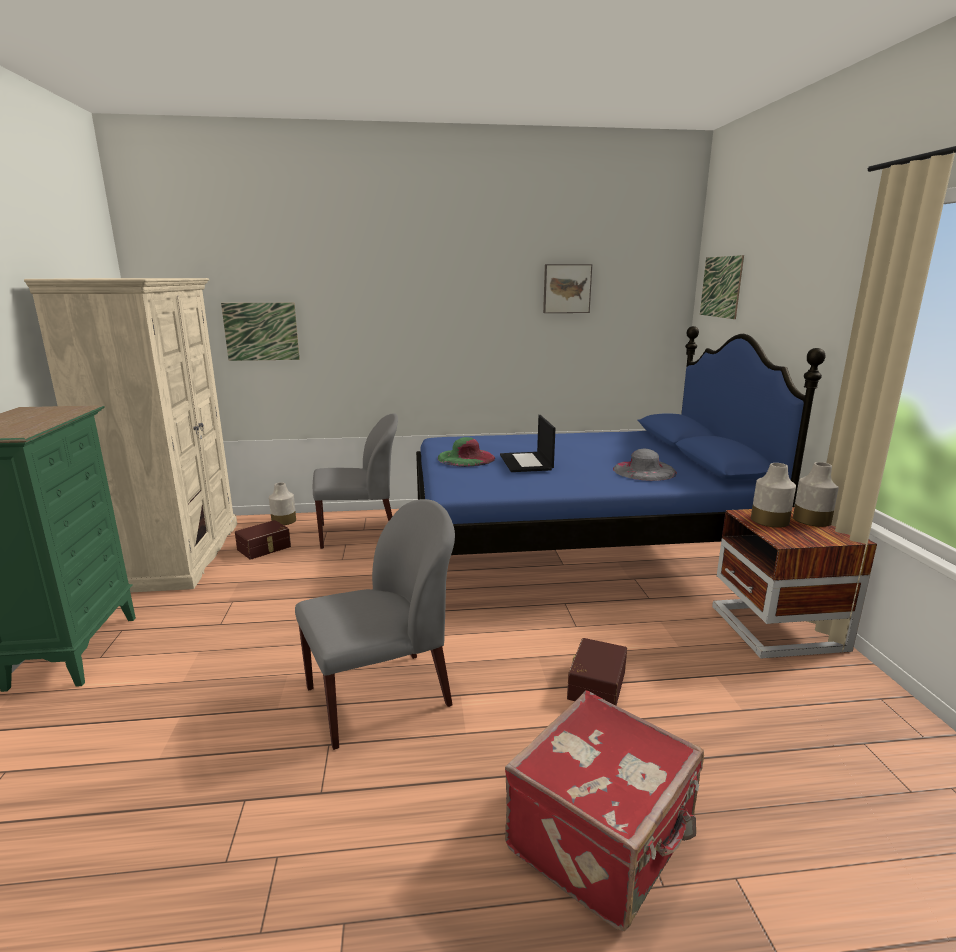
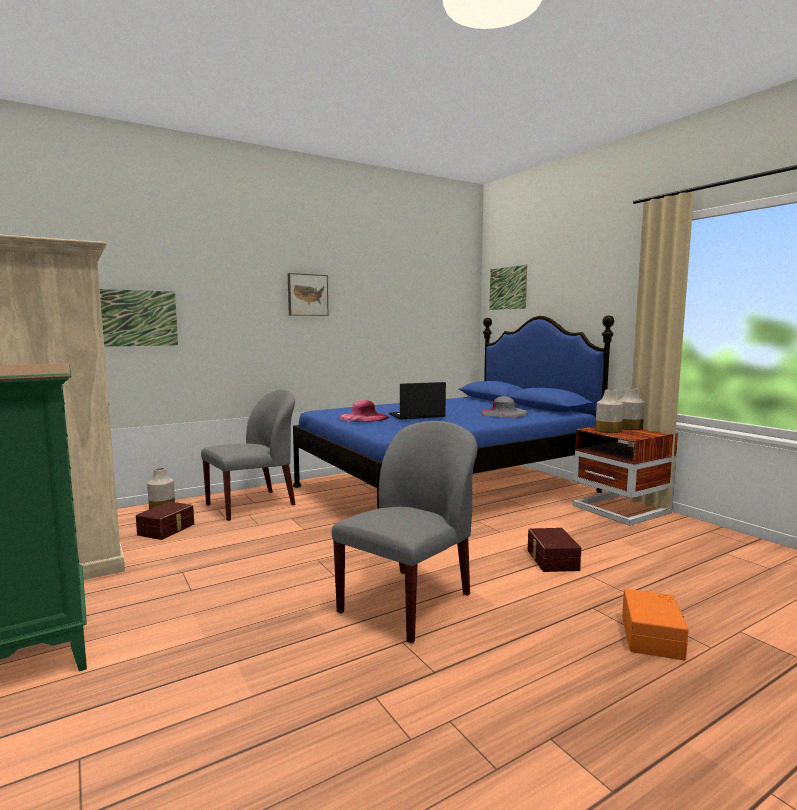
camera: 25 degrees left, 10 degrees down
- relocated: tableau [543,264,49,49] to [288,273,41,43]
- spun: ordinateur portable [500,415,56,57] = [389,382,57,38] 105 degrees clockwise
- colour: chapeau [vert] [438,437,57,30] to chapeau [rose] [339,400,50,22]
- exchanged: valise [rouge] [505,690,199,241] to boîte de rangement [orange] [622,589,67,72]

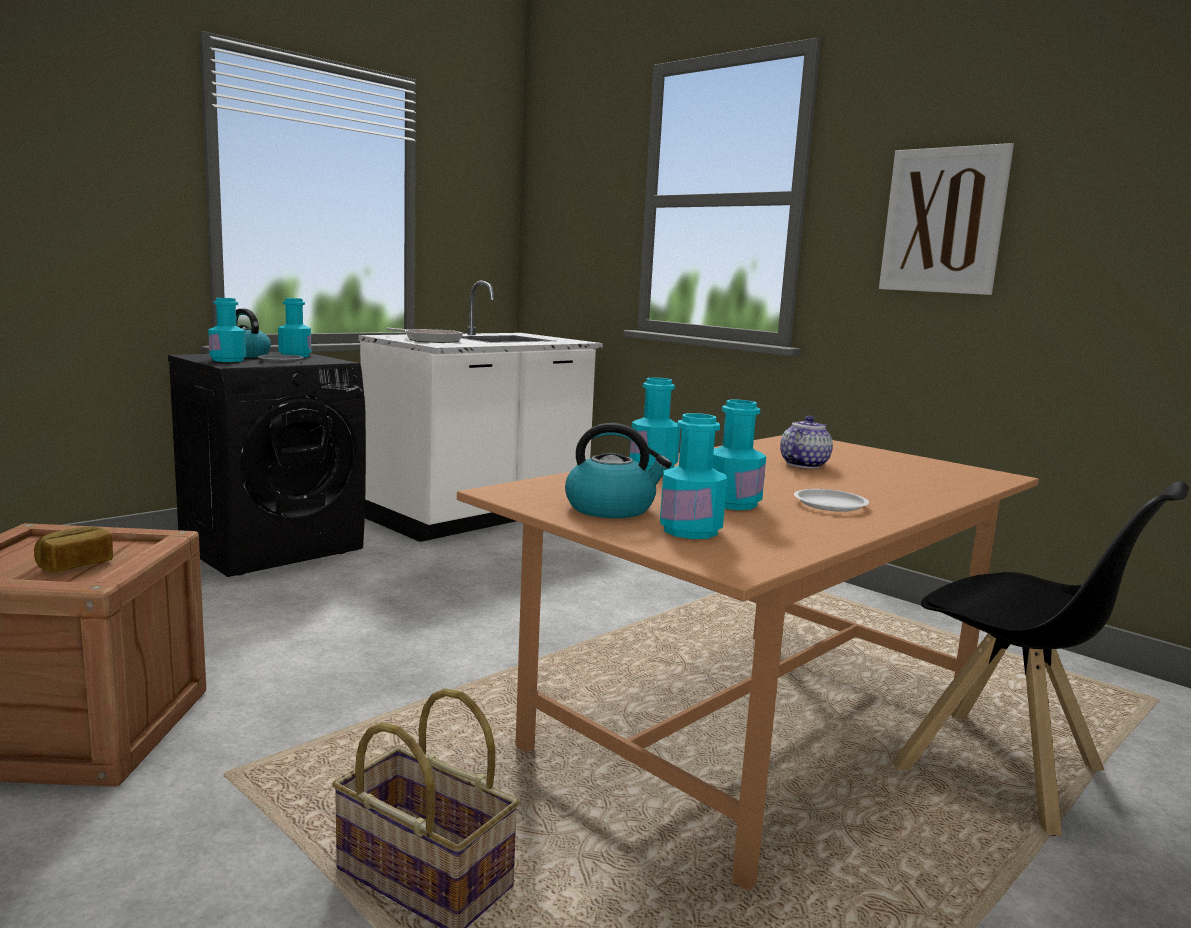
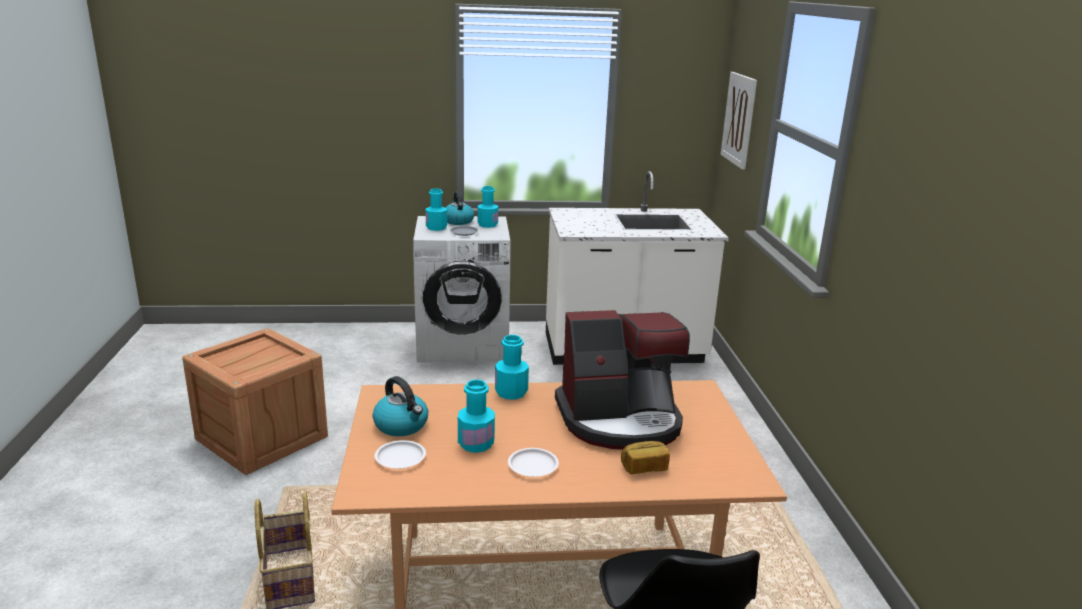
camera: 40 degrees right, 10 degrees up
- relocated: tableau [879,143,135,152] to [721,72,36,98]
- missing: poêle [386,328,77,15]
- colour: lave-linge [noir] [168,352,198,225] to lave-linge [blanc] [413,216,97,146]
- exchanged: bouteille [turquoise] [660,413,67,126] to assiette [blanc] [375,440,51,29]
- exchanged: théière [780,416,53,53] to machine à café [555,310,135,140]
- relocated: pain [34,527,79,45] to [621,441,49,34]

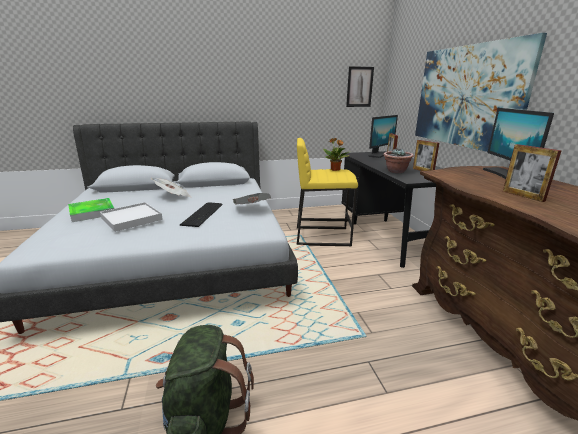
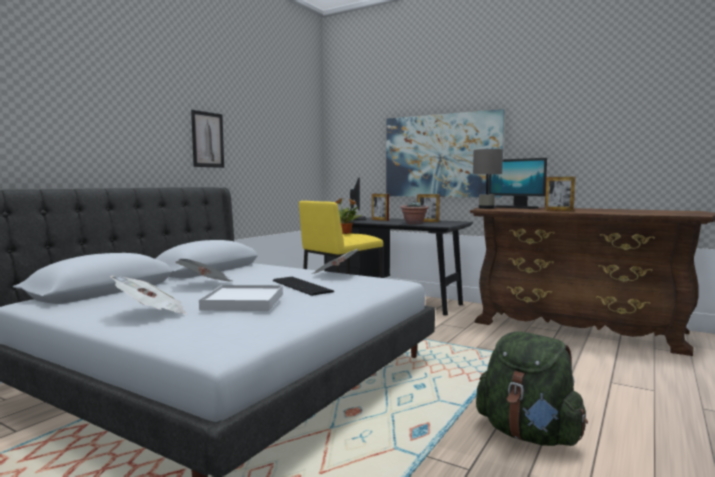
camera: 45 degrees left, 15 degrees down
- relocated: tableau [346,66,28,41] to [191,110,33,58]
- exchanged: plateau [68,198,47,24] to journal [110,276,77,38]
- appeared: lampe de table [gris] [473,149,30,60]

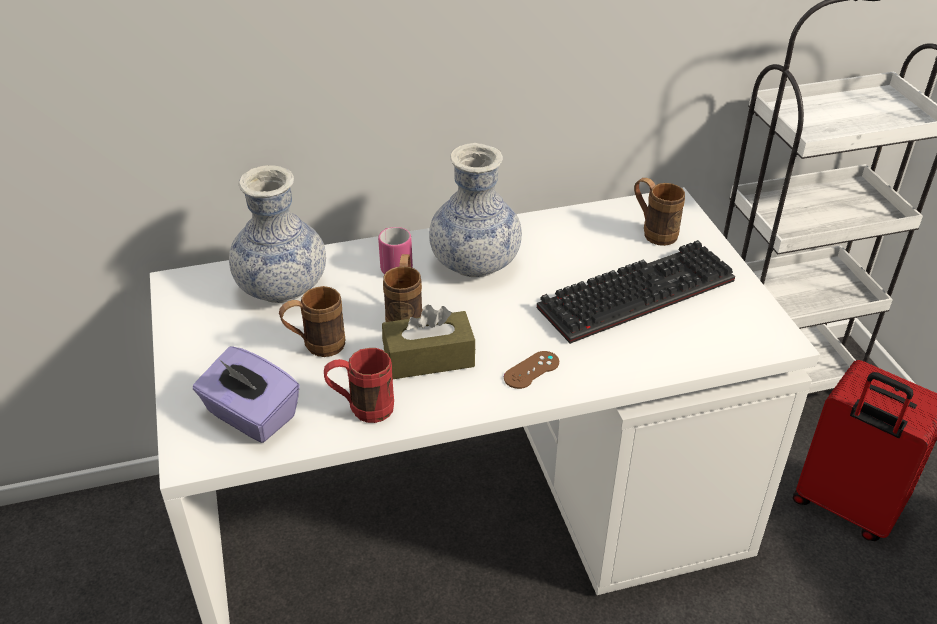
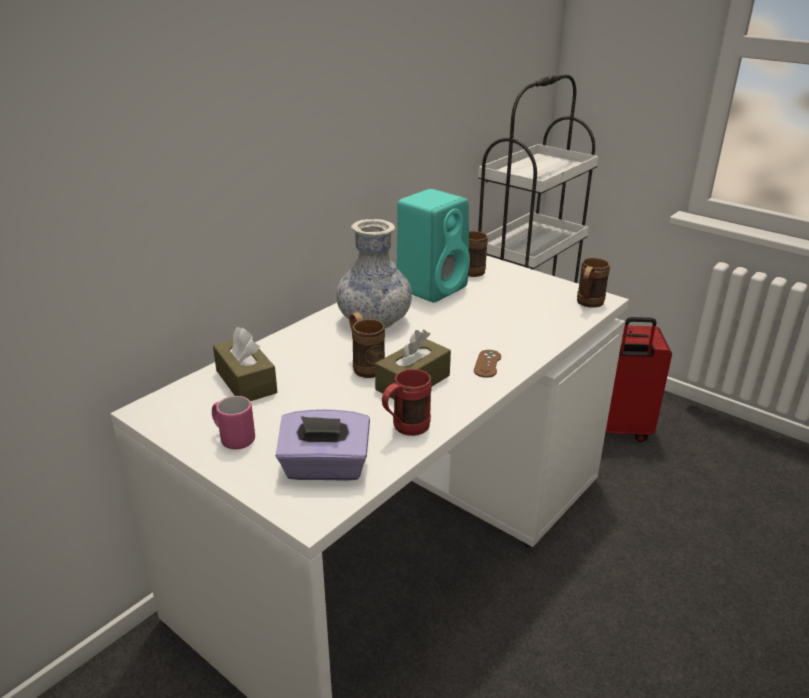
camera: 35 degrees left, 10 degrees down
- exchanged: vase [229,165,97,138] to boîte à mouchoirs [marron] [213,327,64,74]
- relocated: mug [rose] [378,227,35,47] to [212,396,43,53]
- missing: clavier [537,240,198,104]
- relocated: mug [marron] [279,286,66,71] to [577,258,33,50]
- appeared: enceinte [turquoise] [397,189,73,114]

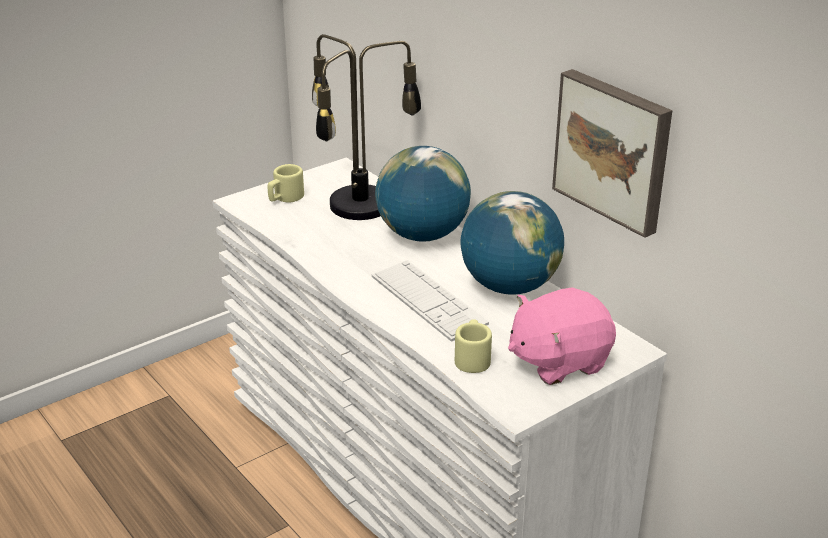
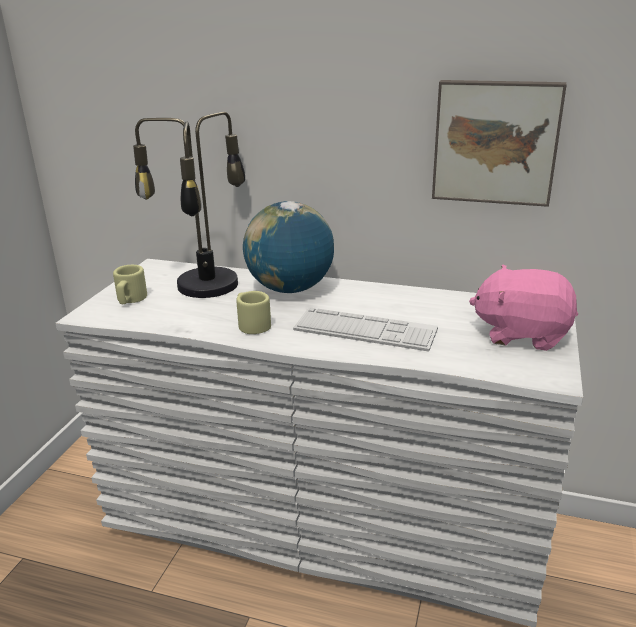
camera: 35 degrees left, 5 degrees down
- missing: globe [460,191,104,104]
- spun: peluche [rose] [508,287,108,98] = [469,265,109,86] 75 degrees clockwise
- relocated: mug [beige] [455,319,37,54] to [236,291,35,43]

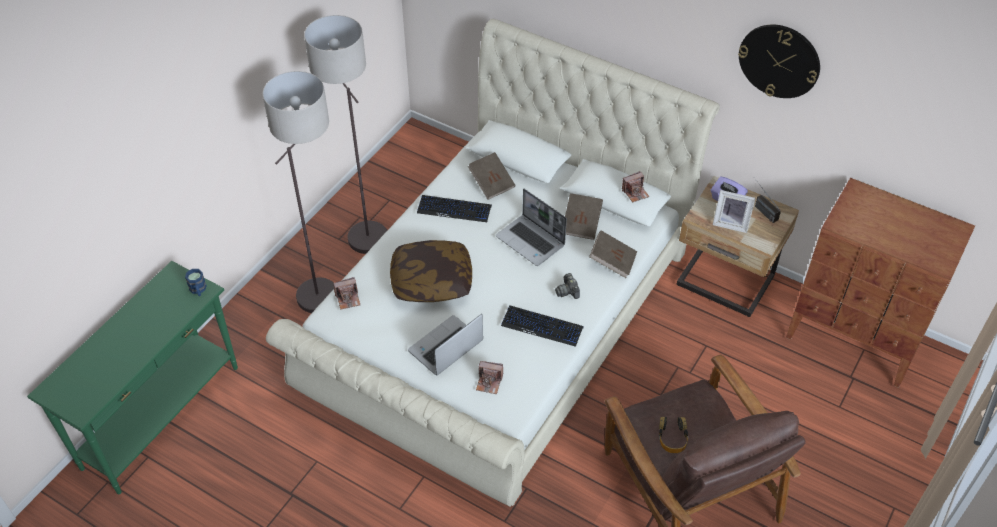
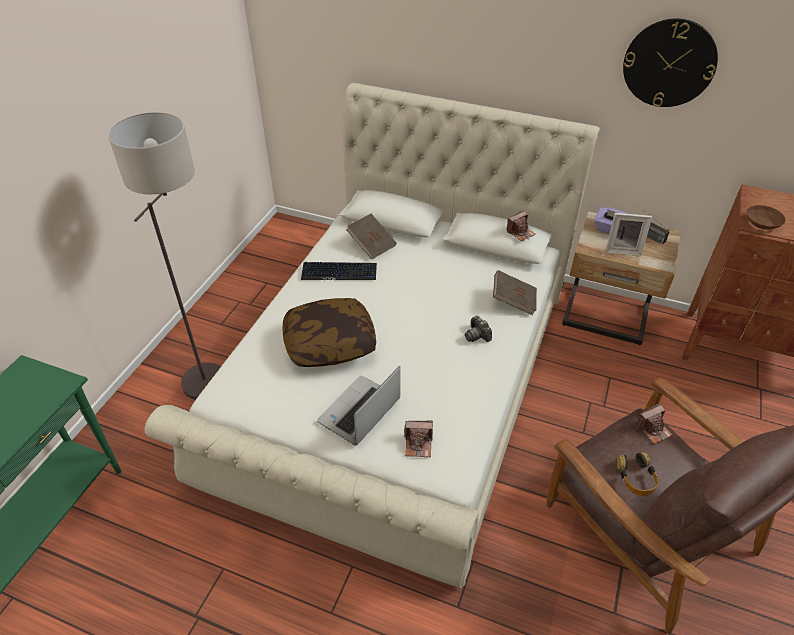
camera: 10 degrees left, 5 degrees down
- missing: lampadaire [gris] [304,15,83,239]
- missing: ordinateur portable [496,189,71,77]
- missing: livre [marron] [565,193,38,47]
- missing: mug [bleu] [185,269,22,27]
- relocated: appareil photo [333,277,27,33] to [636,403,36,41]
- missing: clavier [501,305,82,42]
- appeared: bol [marron] [746,205,40,24]

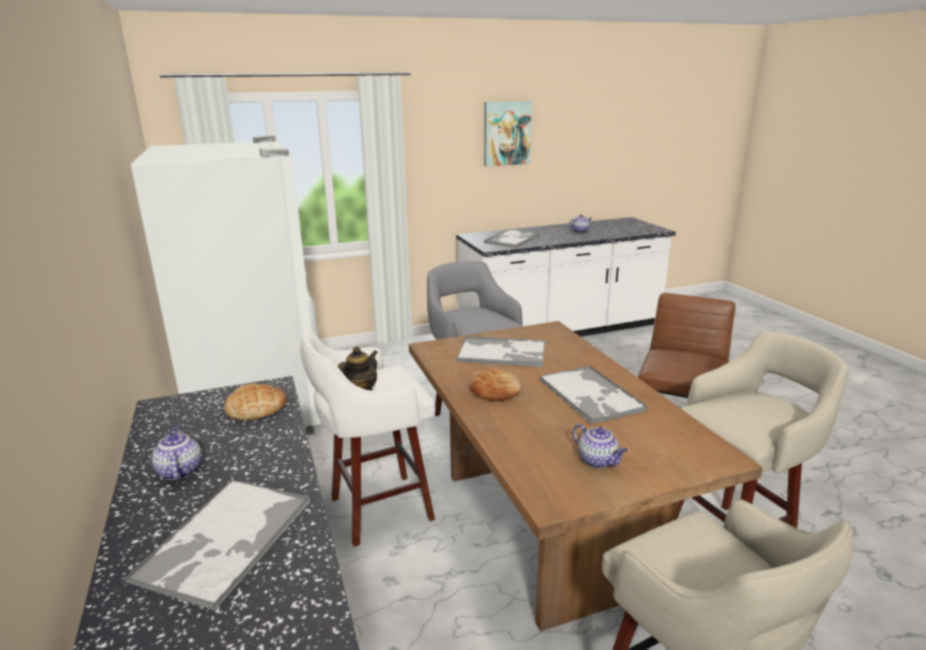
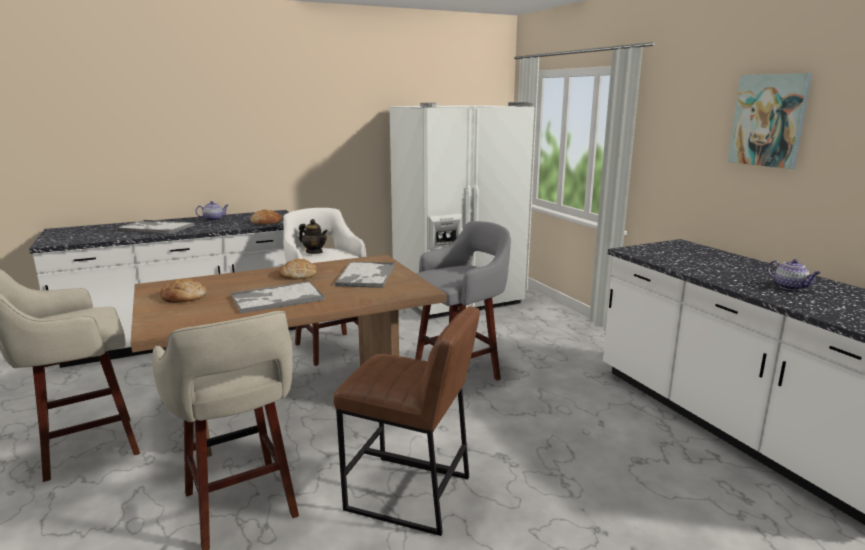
camera: 85 degrees right, 5 degrees down
- missing: plateau [484,229,56,19]
- exchanged: théière [573,424,55,44] to pain [160,279,46,24]

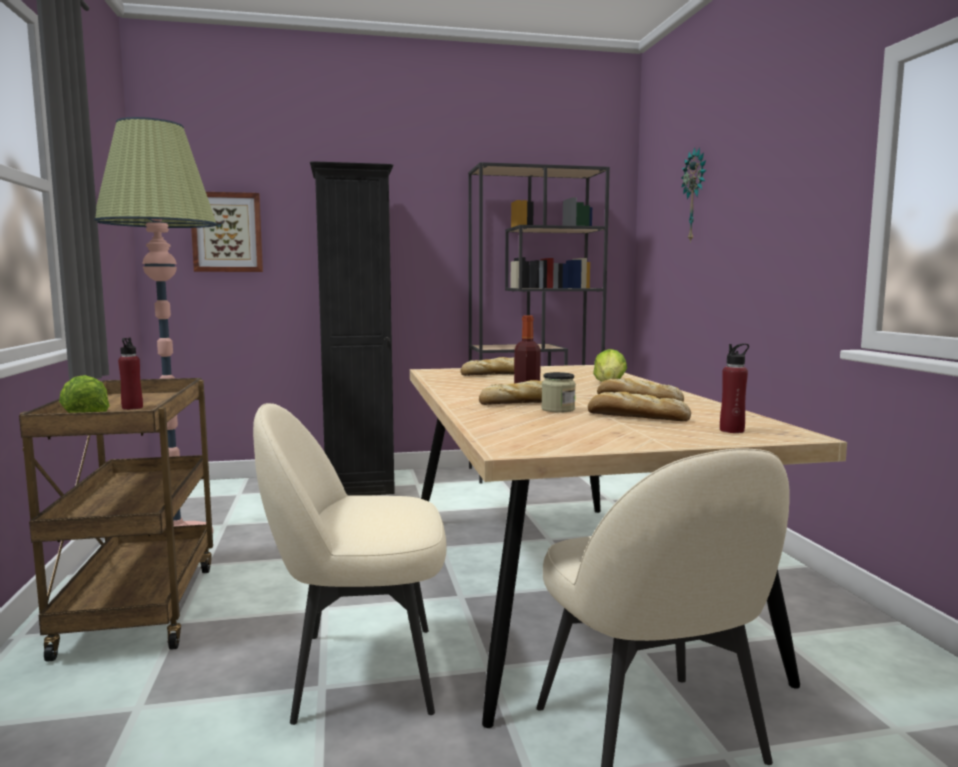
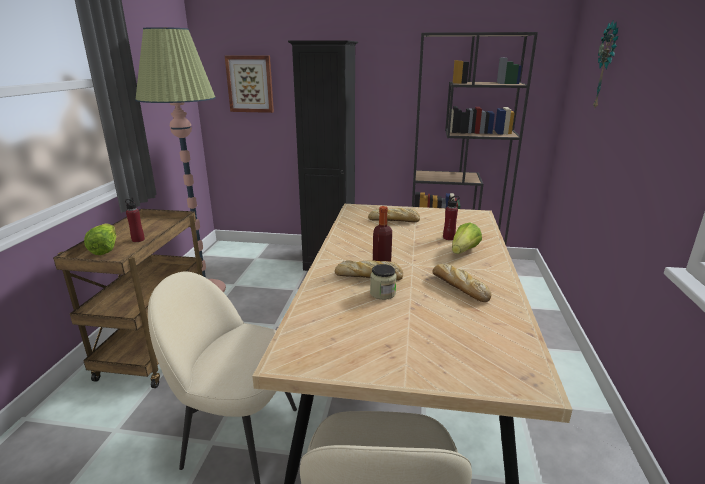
camera: 20 degrees right, 15 degrees up
- relocated: bouteille [rouge] [720,343,29,90] to [443,195,17,45]
- missing: pain [588,392,103,29]

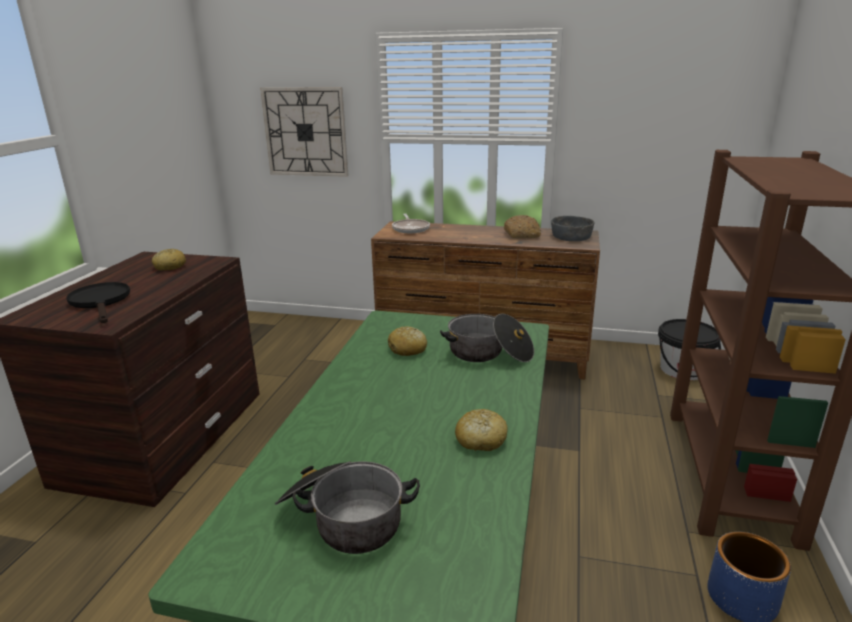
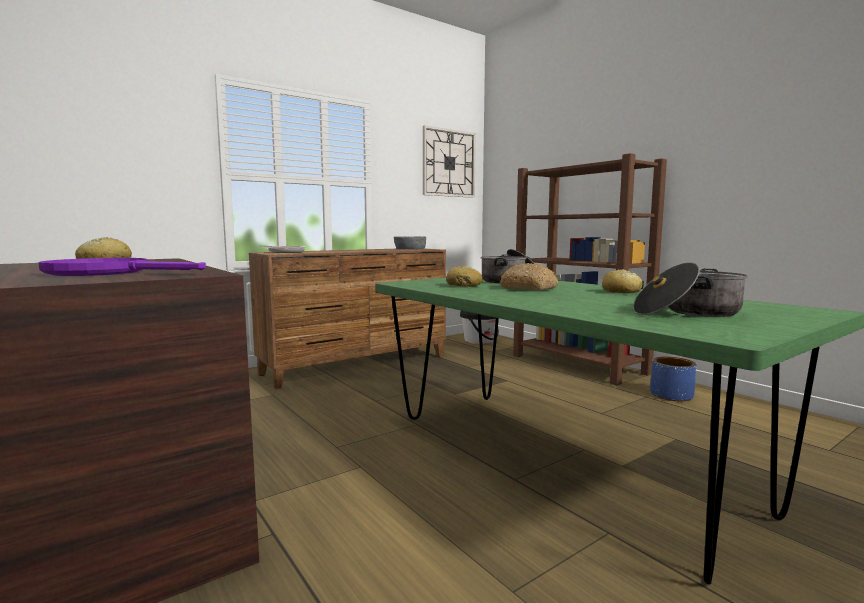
camera: 50 degrees left, 15 degrees down
- relocated: horloge murale [260,87,88,90] to [423,125,53,73]
- relocated: pain [504,215,37,23] to [500,263,58,28]
- colour: poêle [noir] [66,282,64,41] to poêle [violet] [38,258,168,18]

